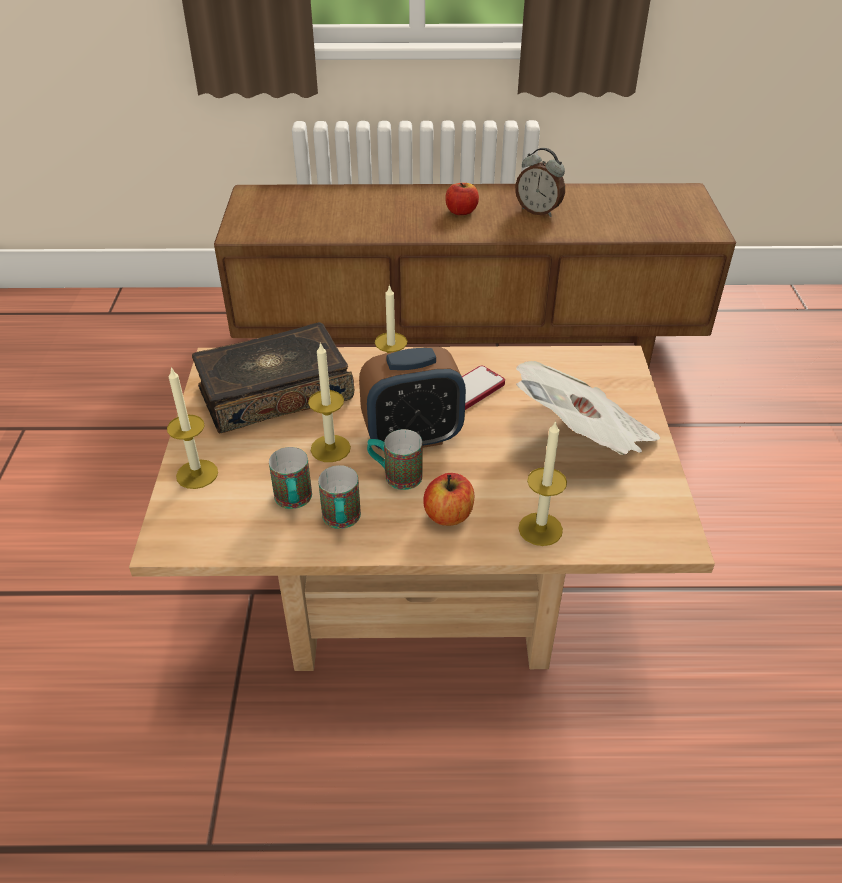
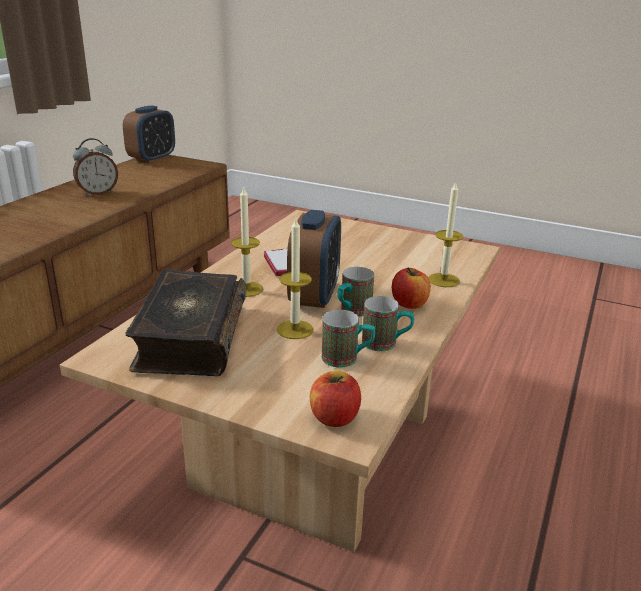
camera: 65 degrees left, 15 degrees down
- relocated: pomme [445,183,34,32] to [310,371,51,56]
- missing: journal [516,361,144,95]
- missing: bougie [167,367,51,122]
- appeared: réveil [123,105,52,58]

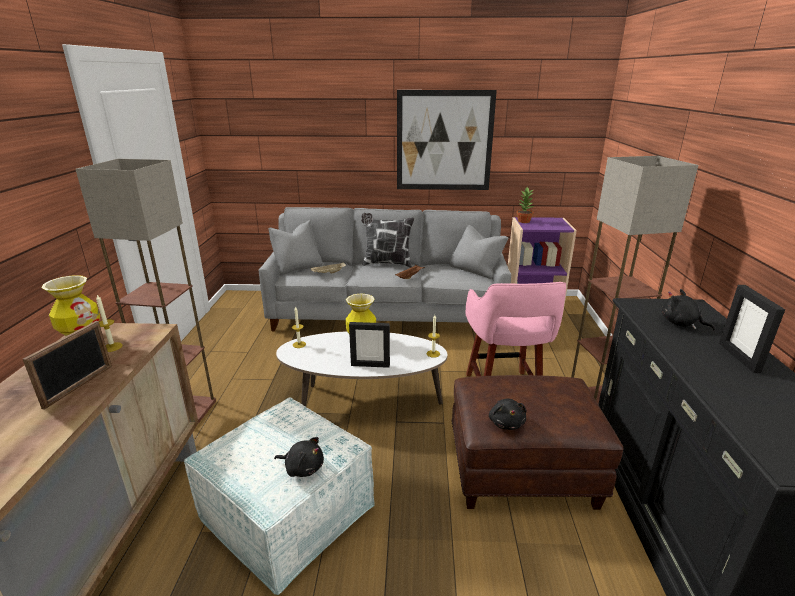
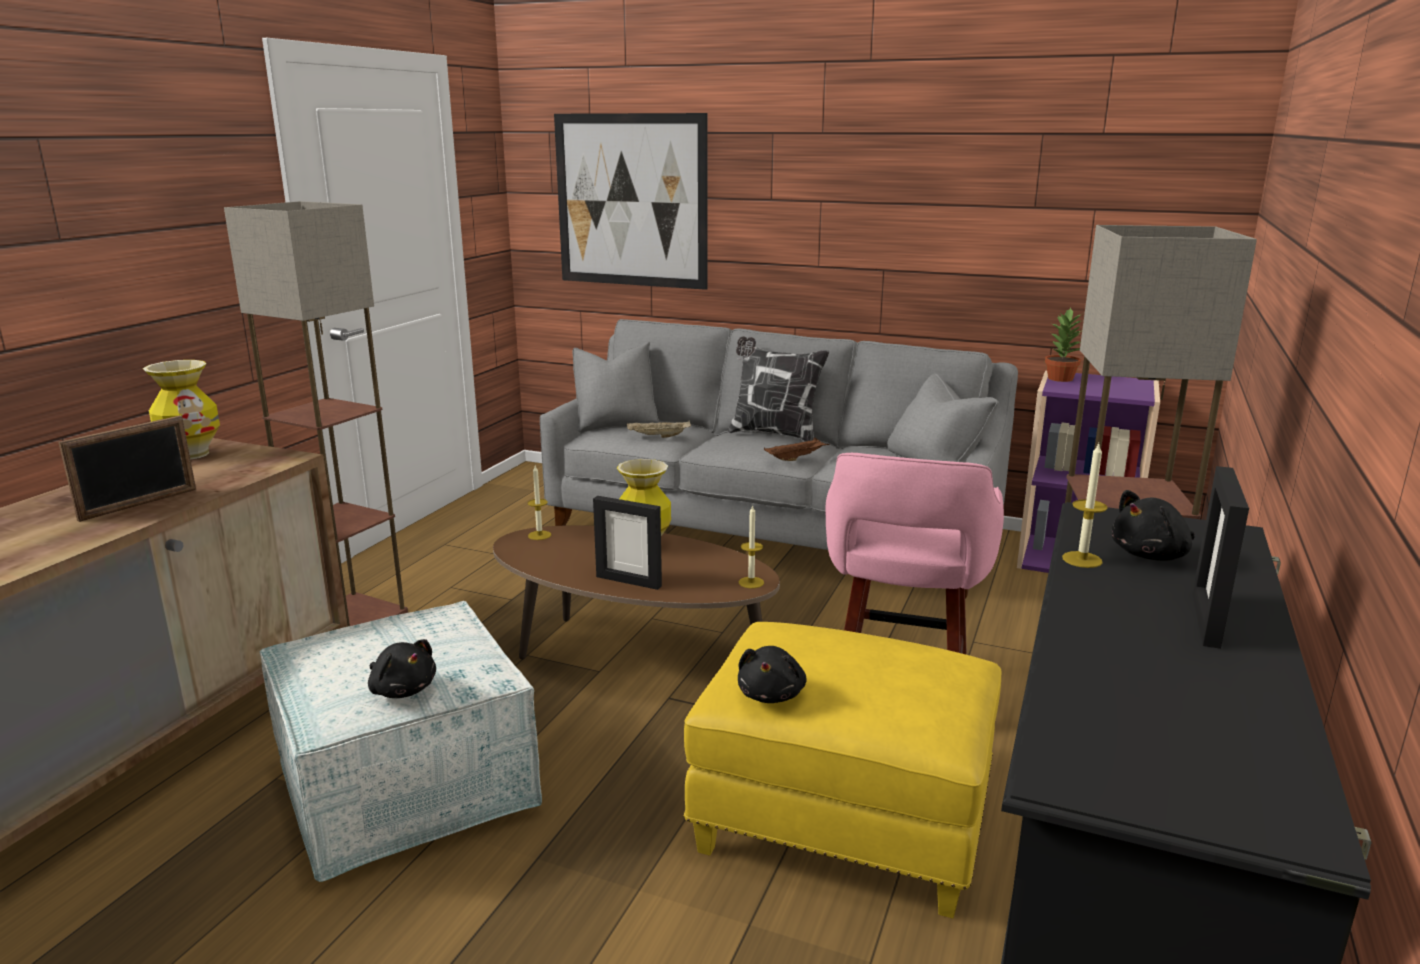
camera: 20 degrees right, 5 degrees down
- relocated: tableau [397,90,100,100] to [554,113,154,177]
- spun: peluche [noir] [662,289,53,42] = [1111,490,84,71] 90 degrees counterclockwise
- relocated: bougie [96,295,27,57] to [1062,444,46,124]
- colour: table basse [blanc] [276,331,172,76] to table basse [marron] [493,525,287,135]
- colour: pouf [marron] [451,375,173,135] to pouf [jaune] [684,622,318,296]

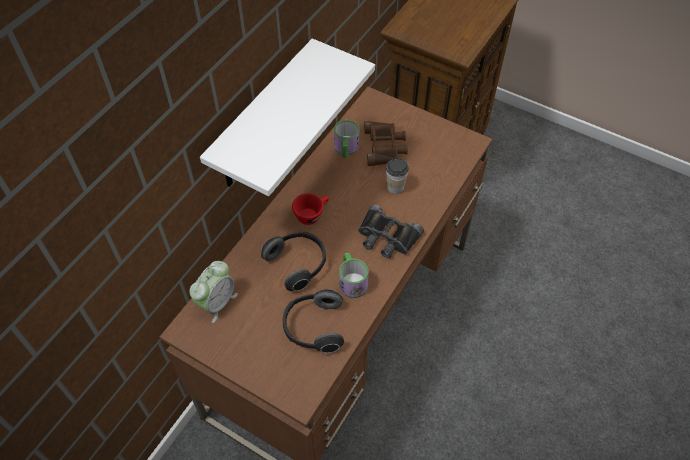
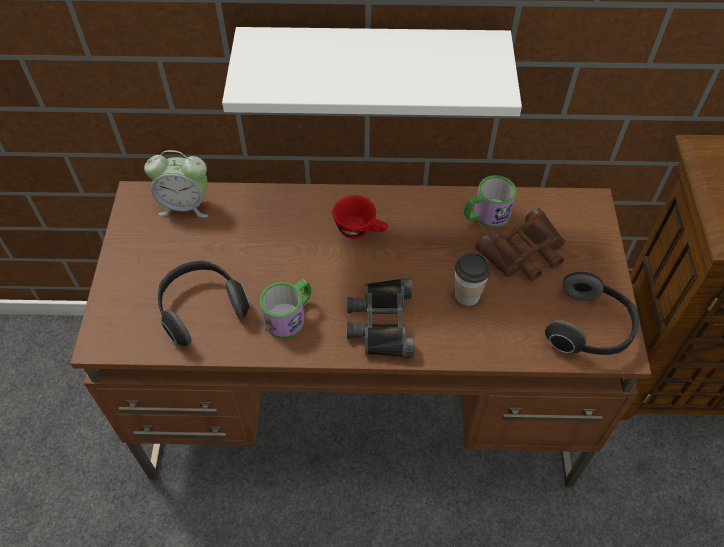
camera: 60 degrees right, 0 degrees up
- relocated: casque audio [261,231,65,60] to [545,271,94,84]

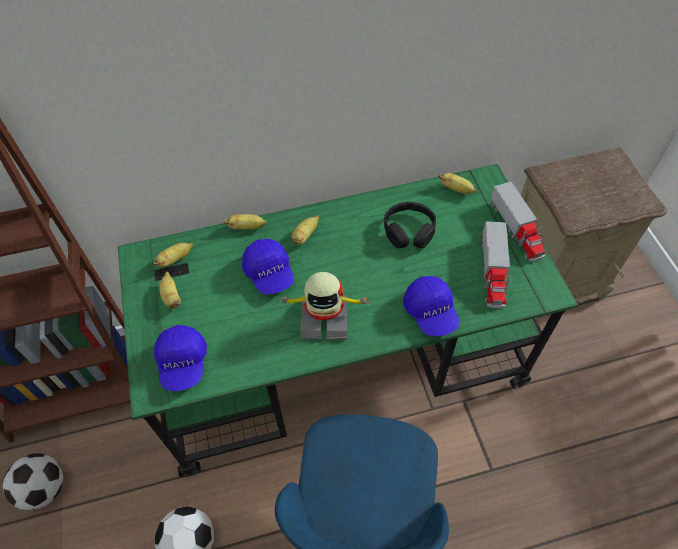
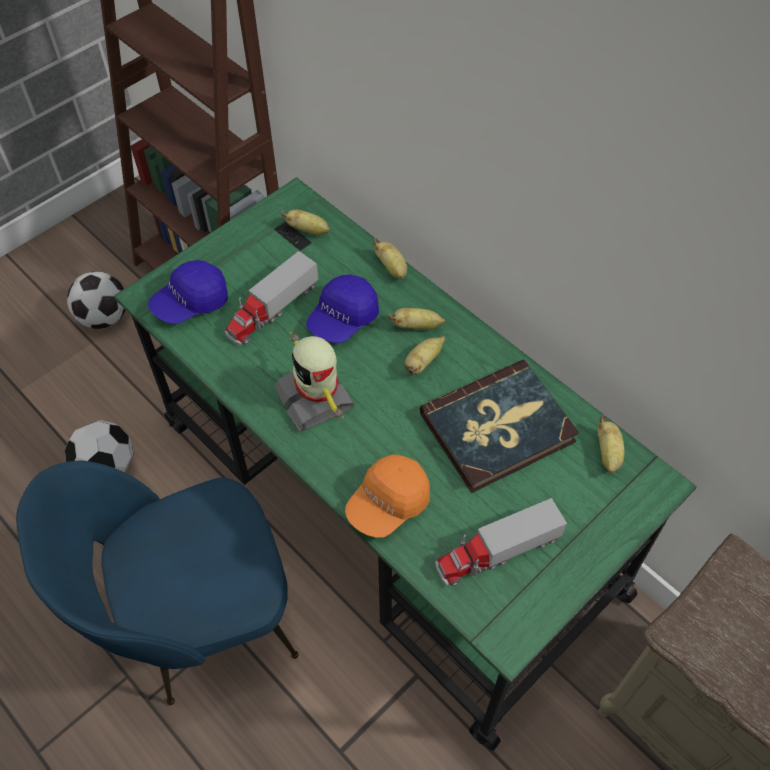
camera: 60 degrees right, 0 degrees up
- relocated: camion jouet [491,182,54,80] to [225,251,94,95]
- exchanged: casque audio [noir] [384,202,52,47] to livre [420,360,159,133]
- relocated: banane [159,272,22,37] to [405,336,40,39]
- colour: casquette [bleu] [403,276,56,60] to casquette [orange] [345,455,85,83]

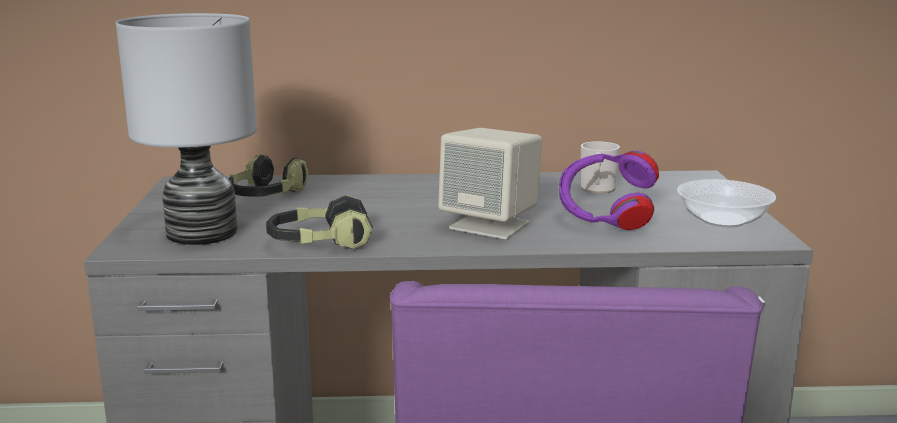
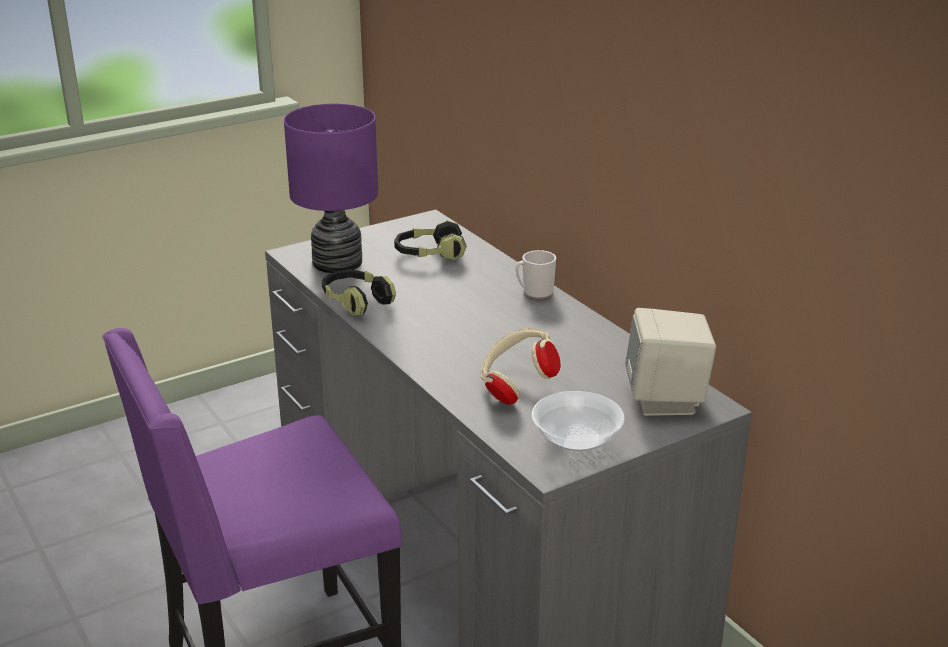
camera: 60 degrees right, 10 degrees up
- colour: lampe de table [gris] [116,13,141,232] to lampe de table [violet] [284,104,94,169]
- relocated: enceinte [beige] [438,128,104,111] to [625,308,91,108]
- relocated: mug [581,141,39,53] to [516,250,40,49]
- colour: casque audio [violet] [559,151,100,79] to casque audio [beige] [481,328,80,77]

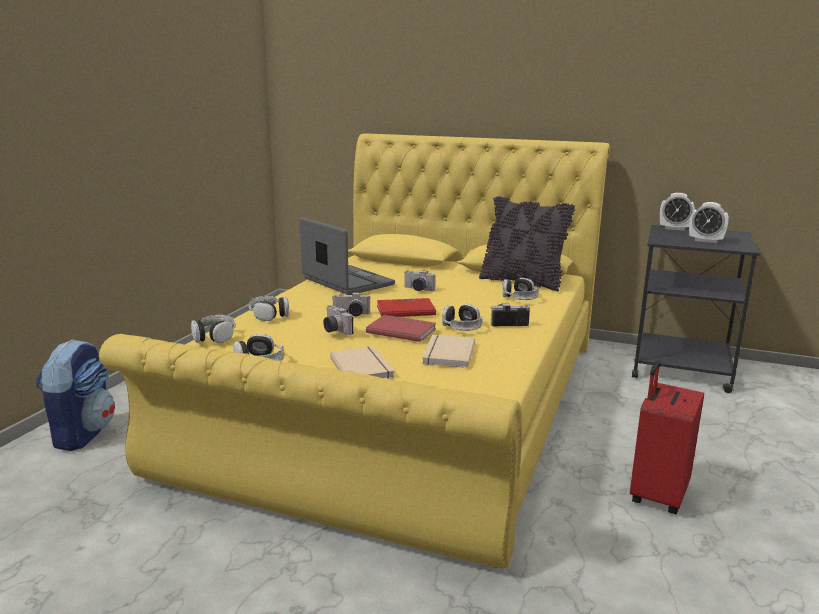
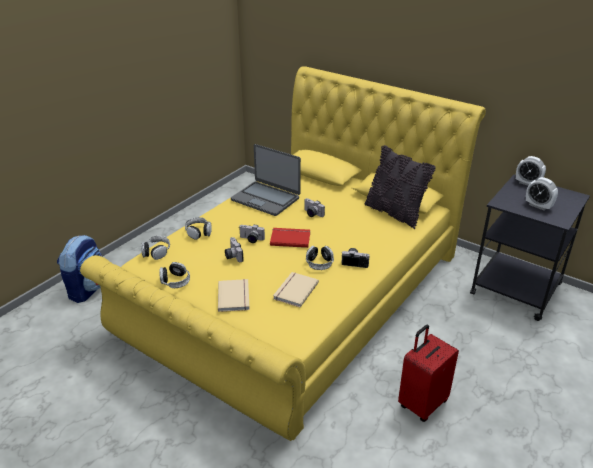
camera: 15 degrees right, 15 degrees up
- spun: ordinateur portable [300,217,95,78] = [231,144,70,72] 150 degrees clockwise
- missing: casque audio [502,278,37,22]
- missing: livre [rouge] [366,315,70,27]

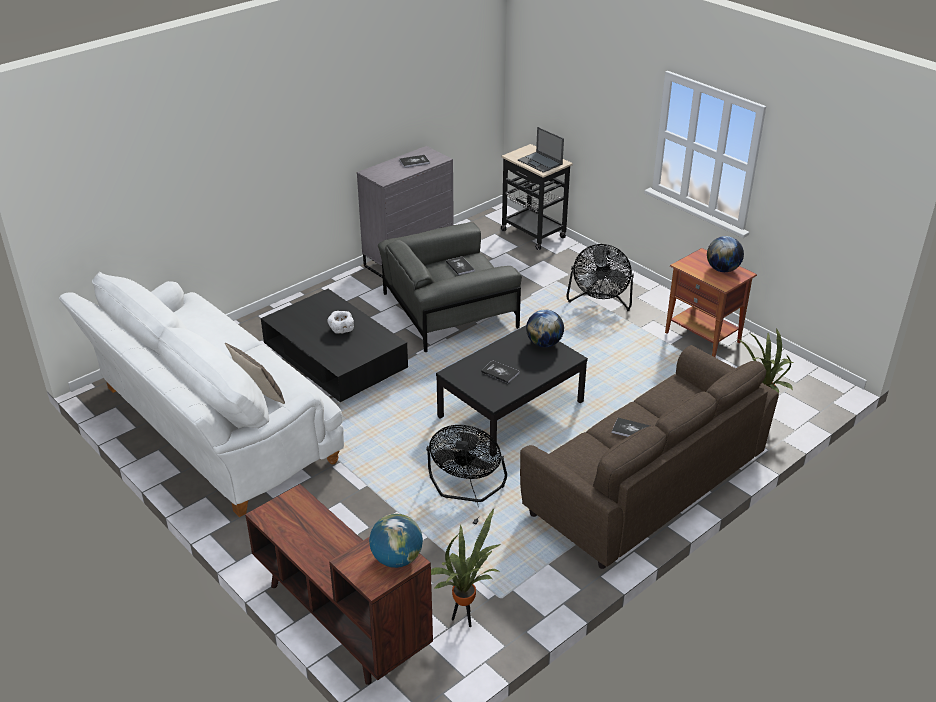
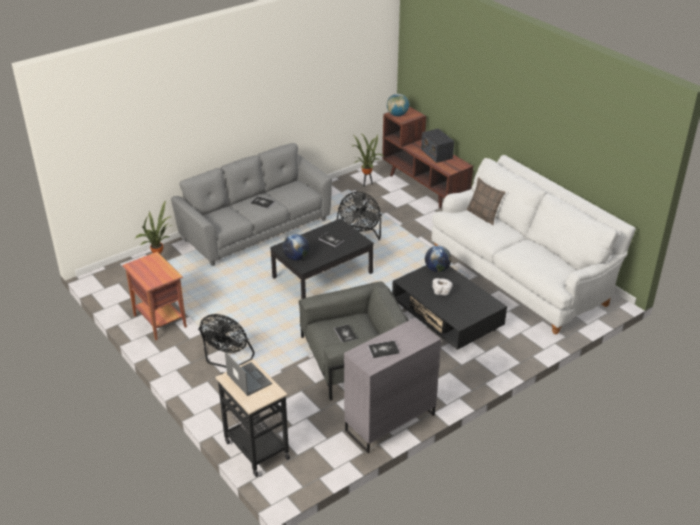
camera: 175 degrees left, 0 degrees up
- relocated: globe [707,236,37,36] to [425,246,27,26]
- colour: canapé [marron] [520,345,259,224] to canapé [gris] [171,143,161,123]
- appeared: radio [421,128,33,35]

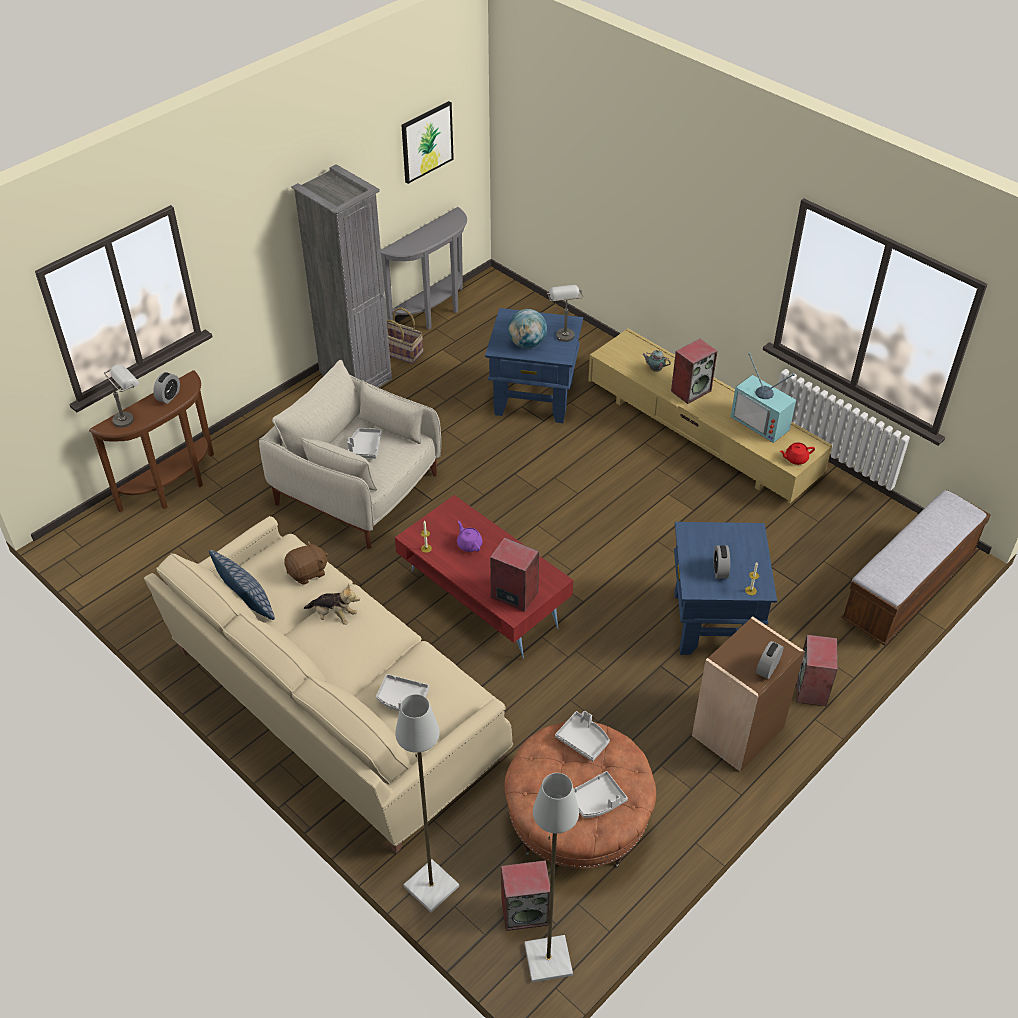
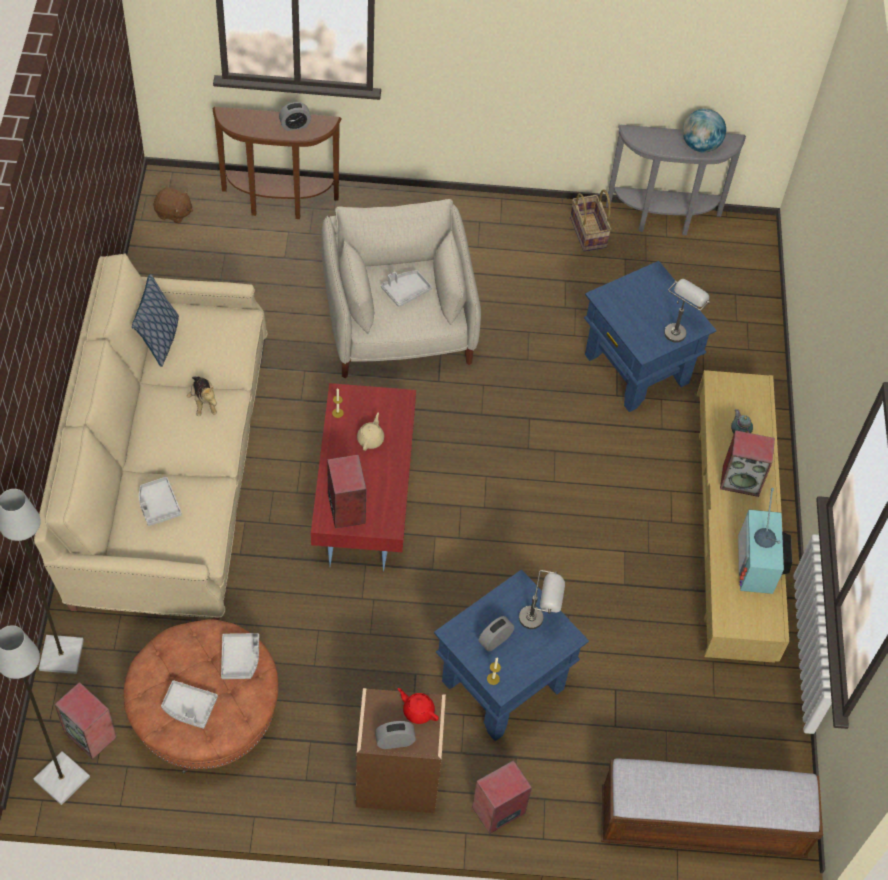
camera: 45 degrees right, 10 degrees up
- missing: tableau [401,101,53,83]
- missing: meuble de rangement [gris] [291,164,101,224]
- relocated: globe [508,309,39,39] to [683,109,43,43]
- relocated: lampe de table [gris] [104,365,35,62] to [519,570,46,59]
- relocated: théière [rouge] [780,442,35,23] to [398,688,41,36]
- colour: théière [violet] [457,521,25,31] to théière [beige] [357,412,27,39]
- relocated: peluche [marron] [284,540,44,45] to [153,187,40,37]

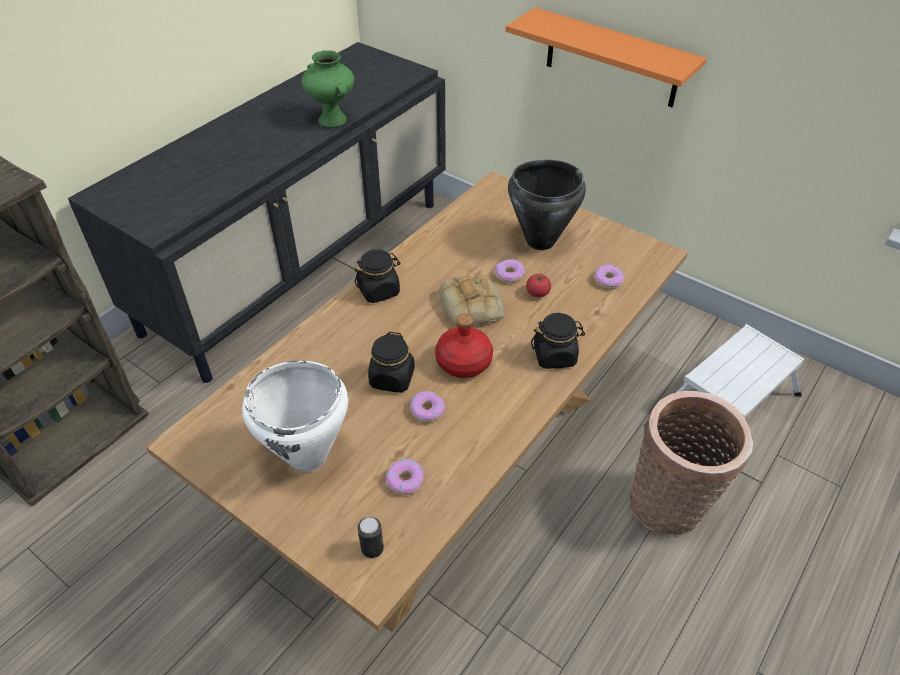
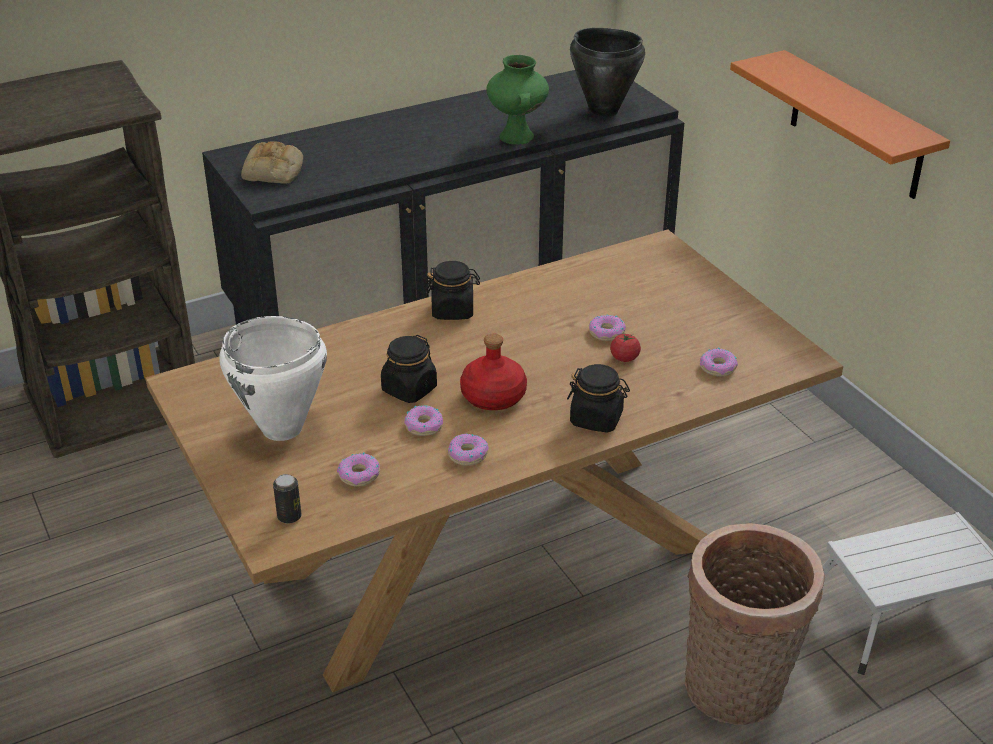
camera: 25 degrees right, 10 degrees down
- relocated: marmite [noir] [508,160,78,90] to [570,28,75,89]
- relocated: pain [439,275,65,52] to [241,141,62,42]
- appeared: beignet [448,434,41,32]

